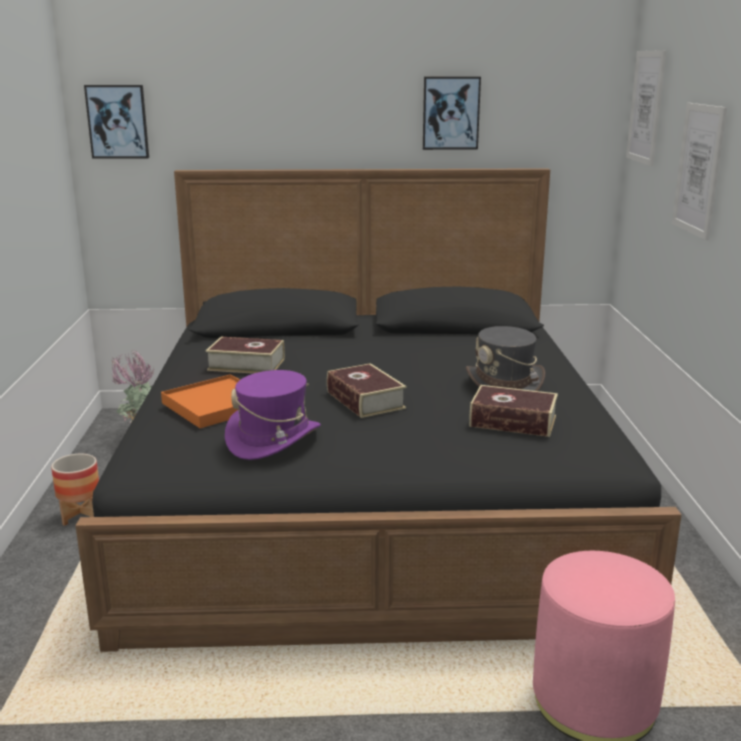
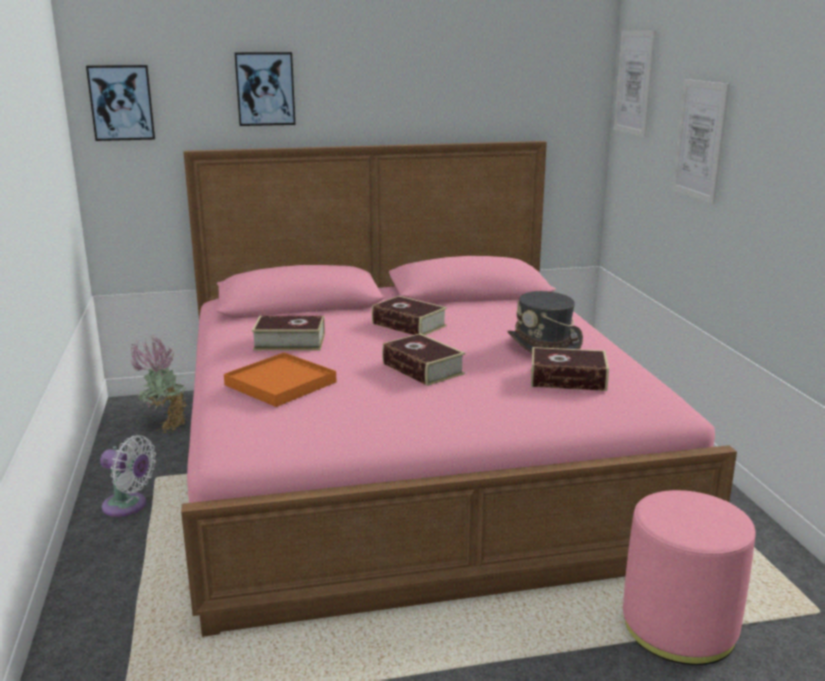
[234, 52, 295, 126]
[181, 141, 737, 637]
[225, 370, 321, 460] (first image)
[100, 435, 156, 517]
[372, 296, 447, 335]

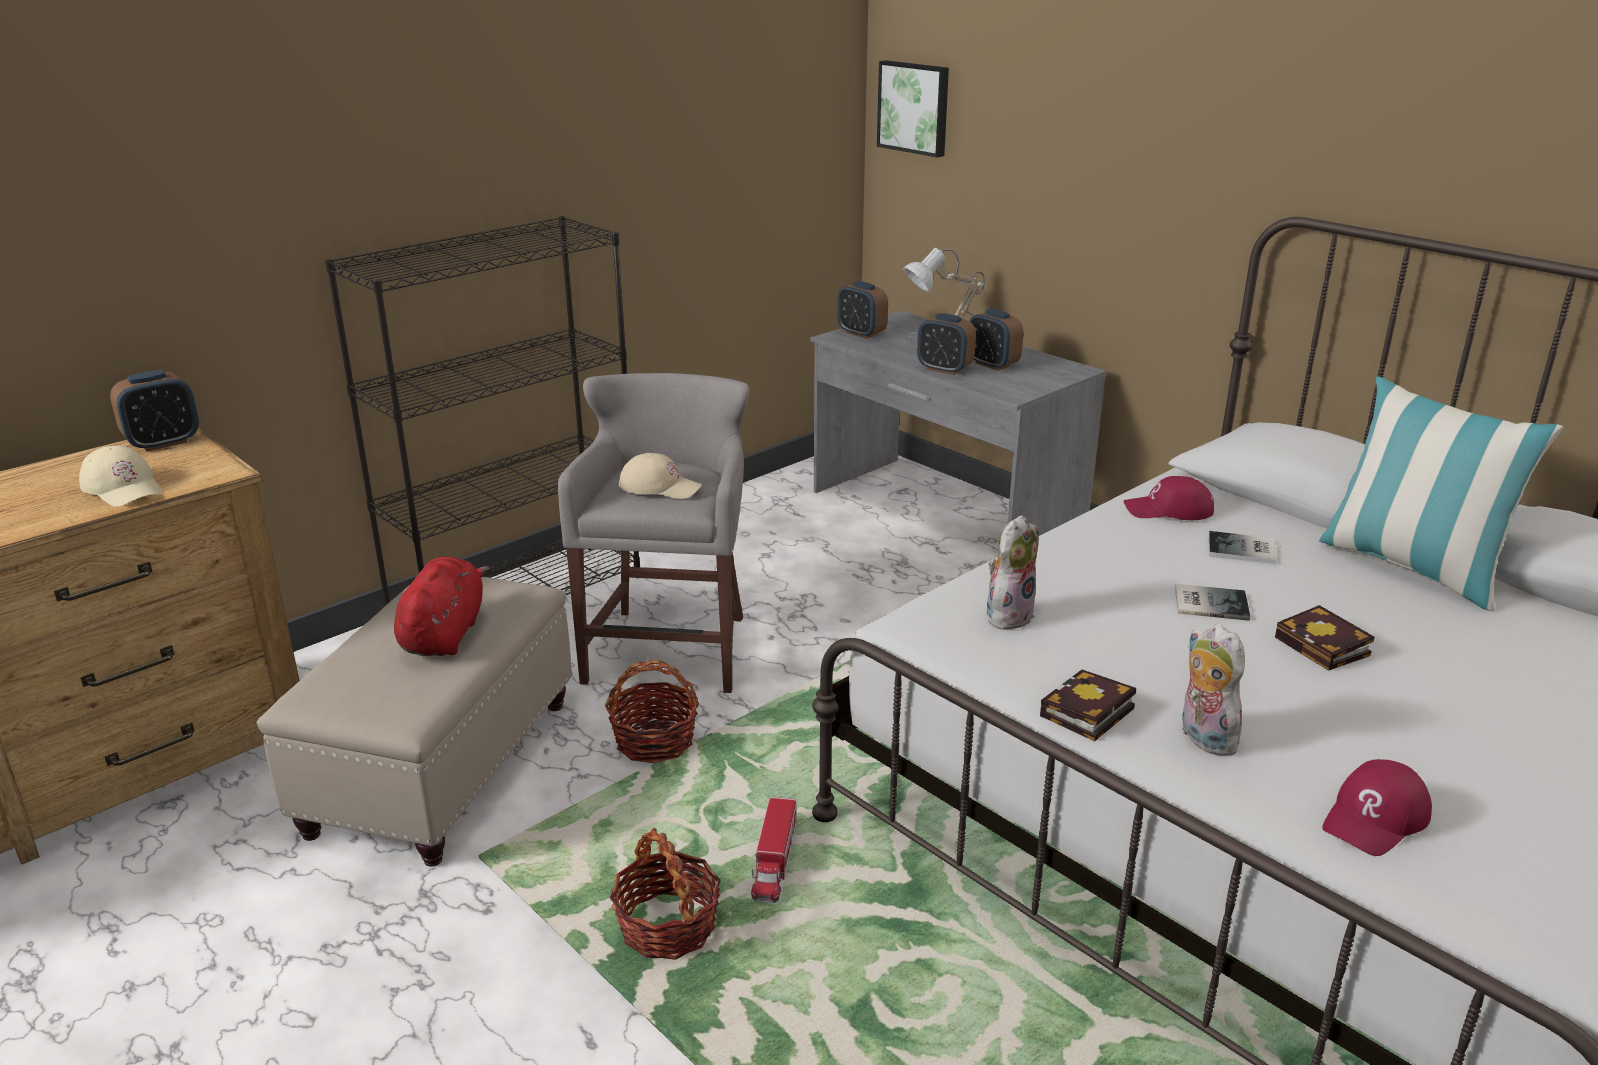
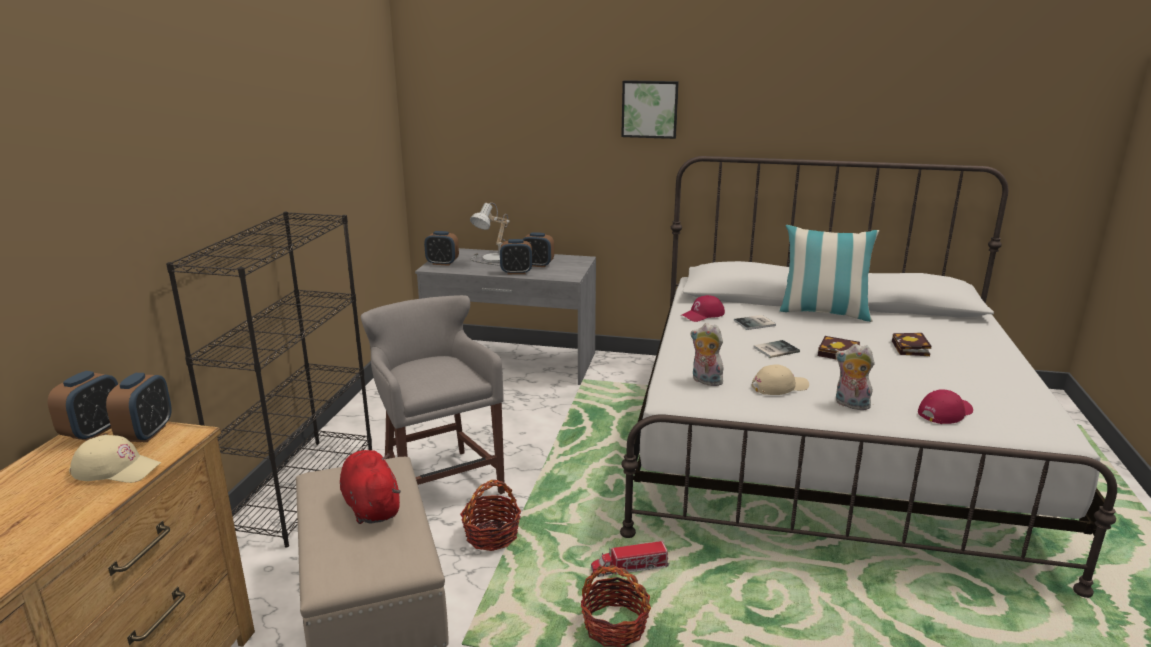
[621, 80, 679, 139]
[751, 364, 809, 395]
[691, 323, 725, 386]
[892, 333, 931, 356]
[918, 389, 973, 424]
[591, 541, 669, 577]
[106, 373, 172, 442]

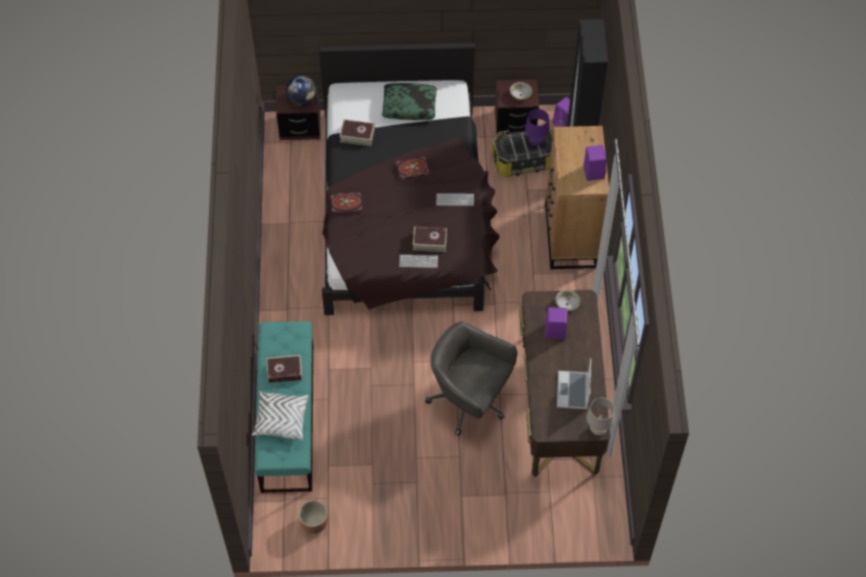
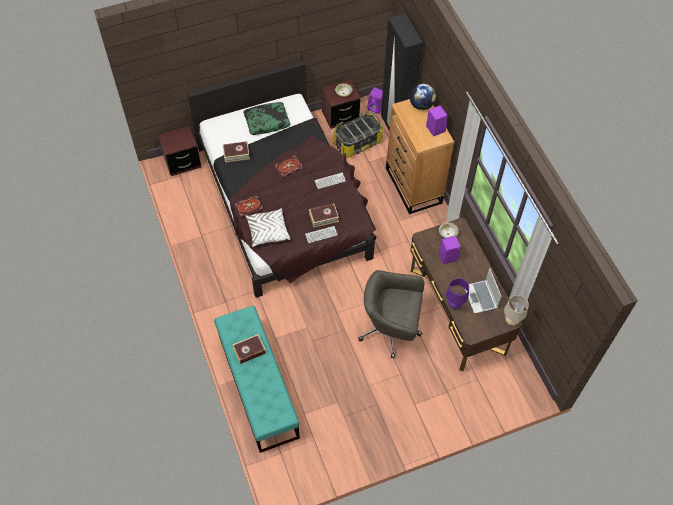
[410, 84, 436, 110]
[446, 278, 469, 309]
[245, 208, 291, 247]
[298, 500, 328, 534] (first image)

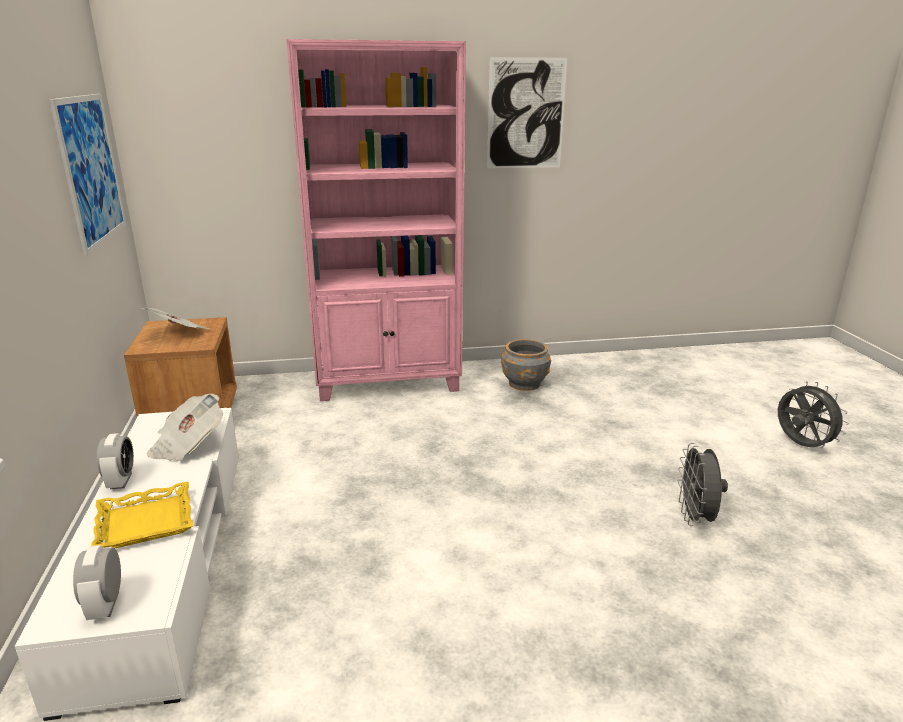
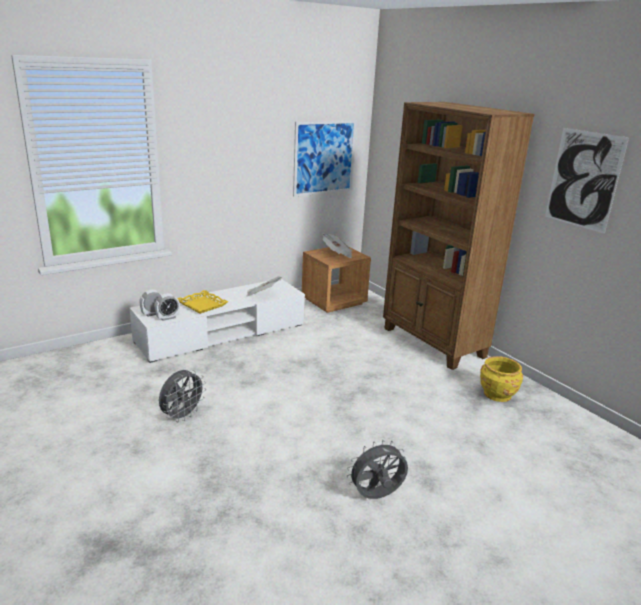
[383, 102, 535, 370]
[480, 356, 523, 402]
[159, 370, 206, 422]
[155, 293, 180, 321]

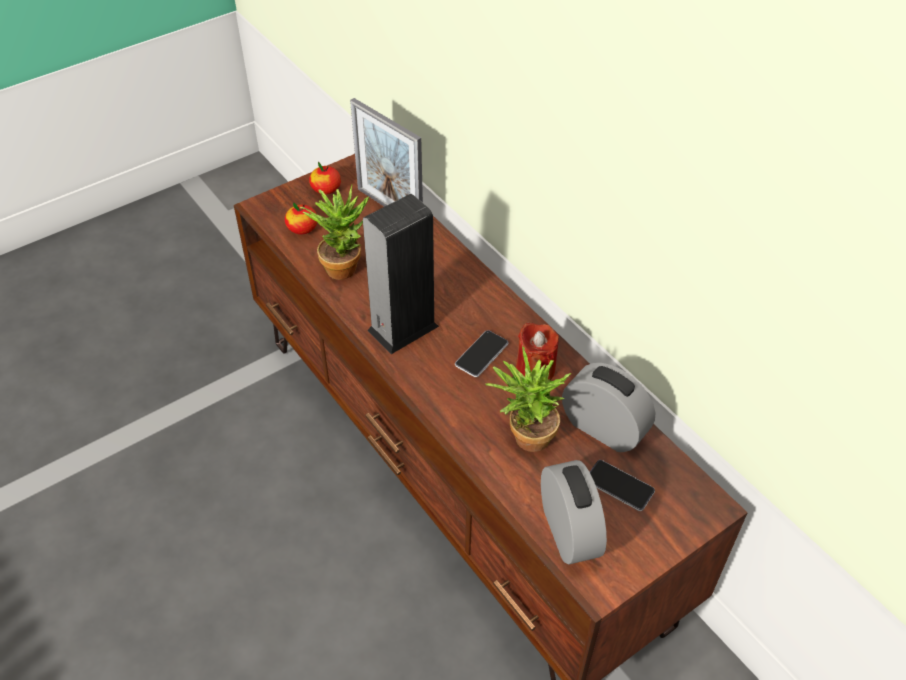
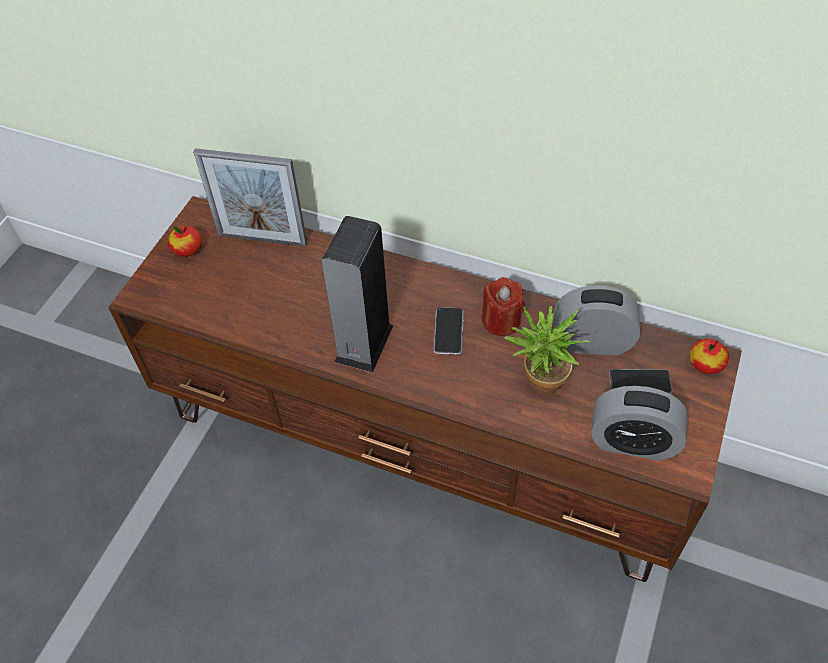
[300, 185, 369, 280] (first image)
[689, 339, 729, 374]
[591, 386, 688, 461]

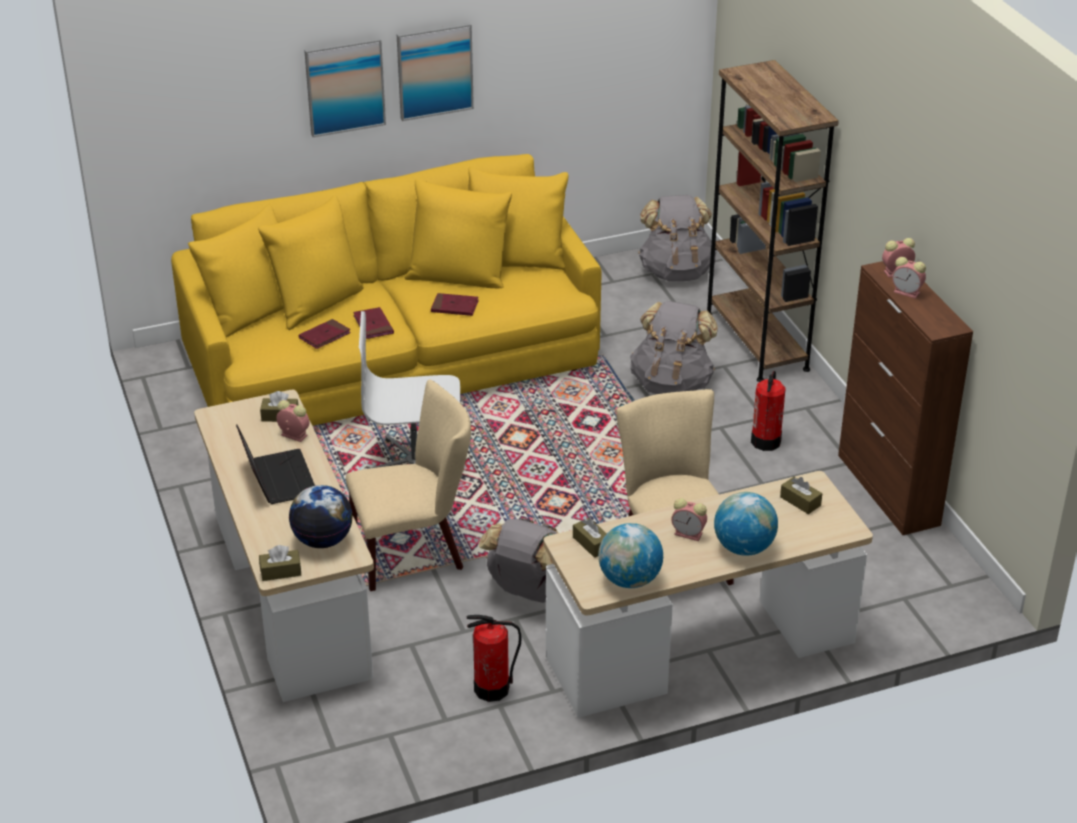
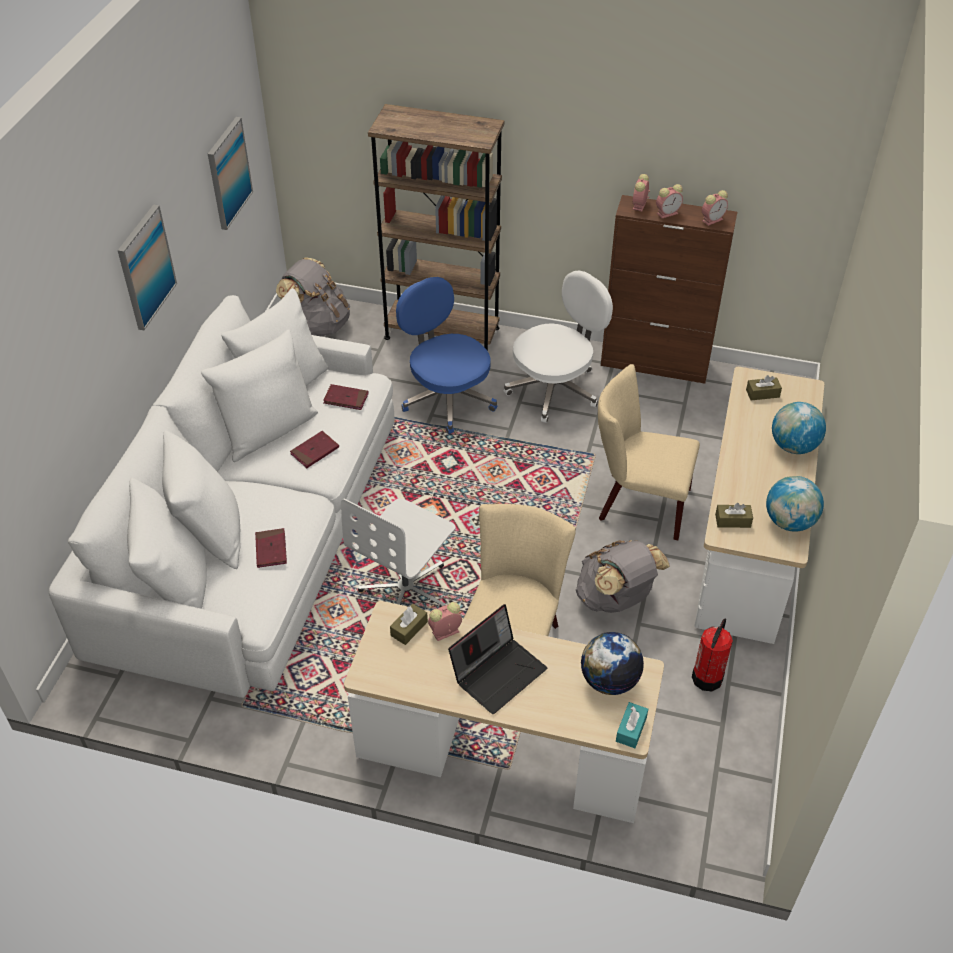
[208, 117, 253, 230]
[49, 288, 394, 698]
[396, 277, 498, 434]
[323, 384, 369, 410]
[504, 270, 613, 423]
[448, 604, 547, 714]
[702, 190, 728, 226]
[616, 702, 648, 748]

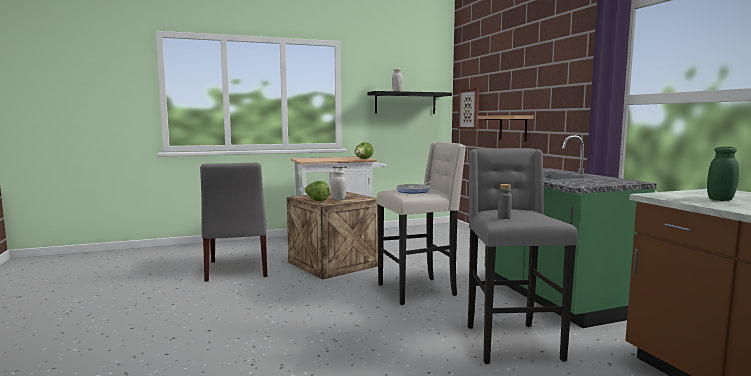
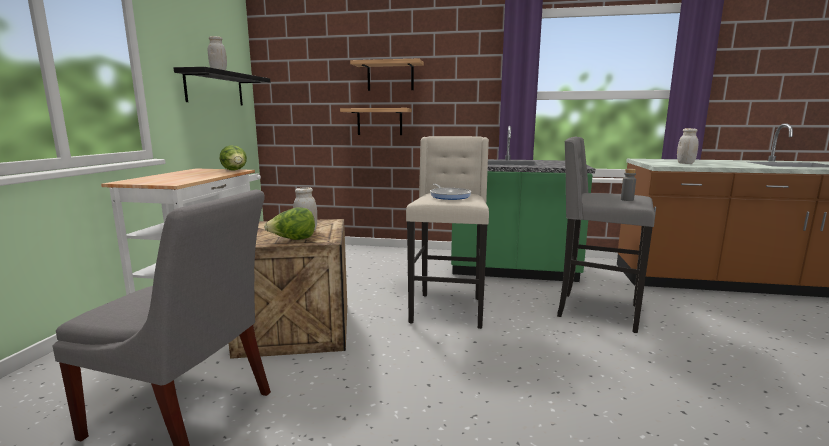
[458, 88, 479, 130] (first image)
[677, 128, 699, 164]
[350, 58, 424, 91]

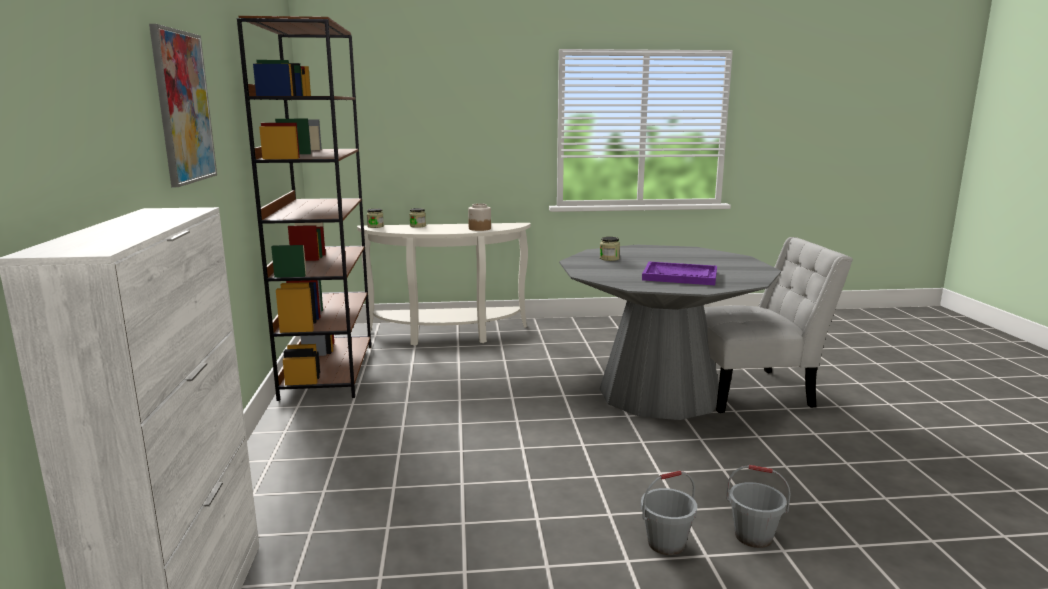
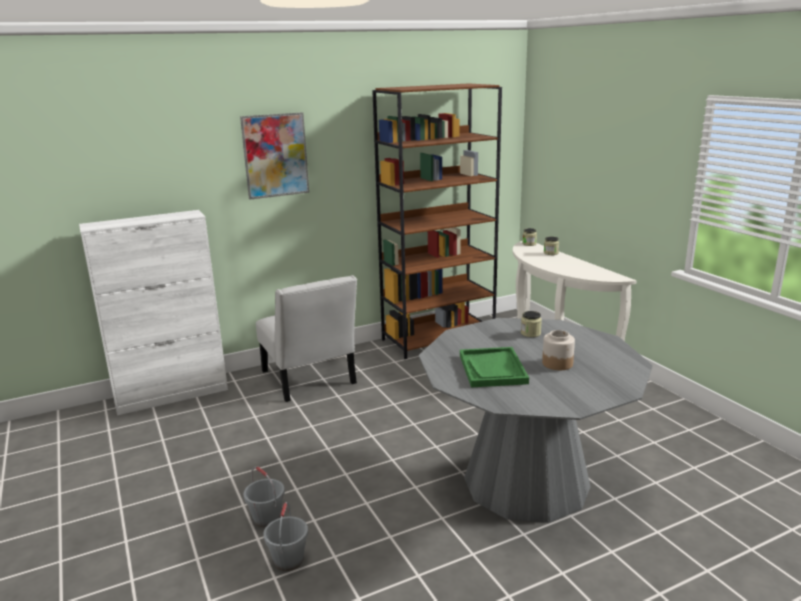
[542, 330, 575, 370]
[256, 275, 357, 402]
[460, 347, 529, 387]

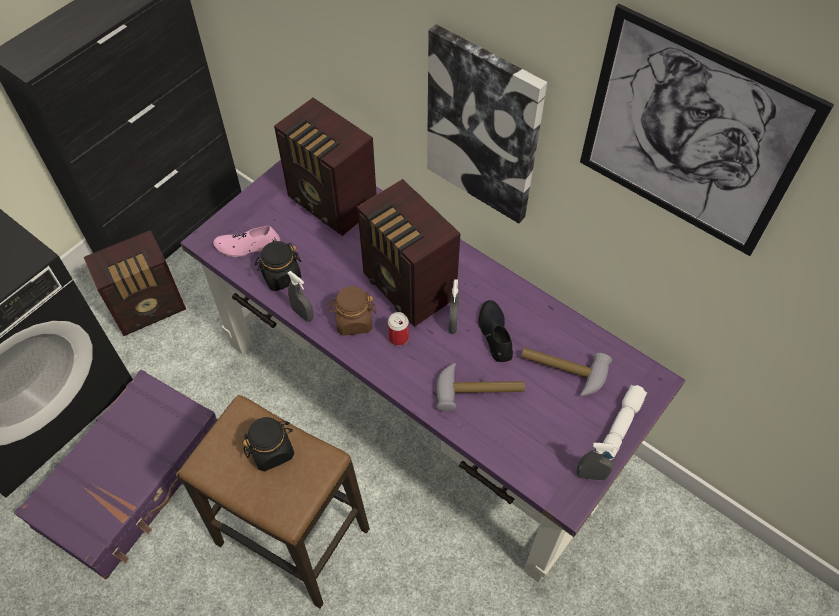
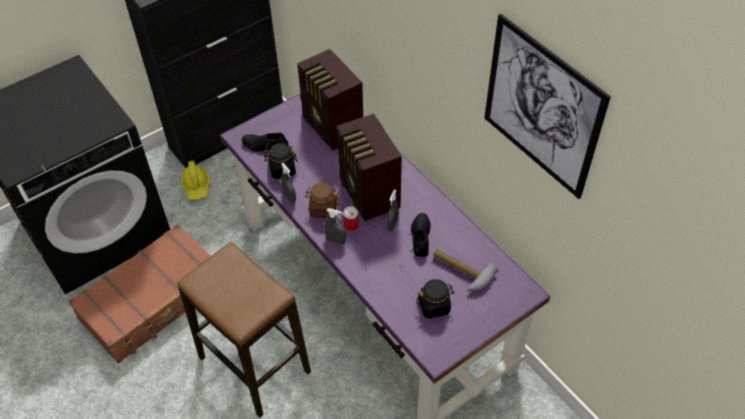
[427, 24, 547, 223] (first image)
[242, 133, 289, 151]
[181, 160, 210, 200]
[436, 363, 525, 411] (first image)
[68, 224, 211, 363]
[603, 385, 647, 460] (first image)
[417, 279, 455, 319]
[324, 208, 346, 245]

